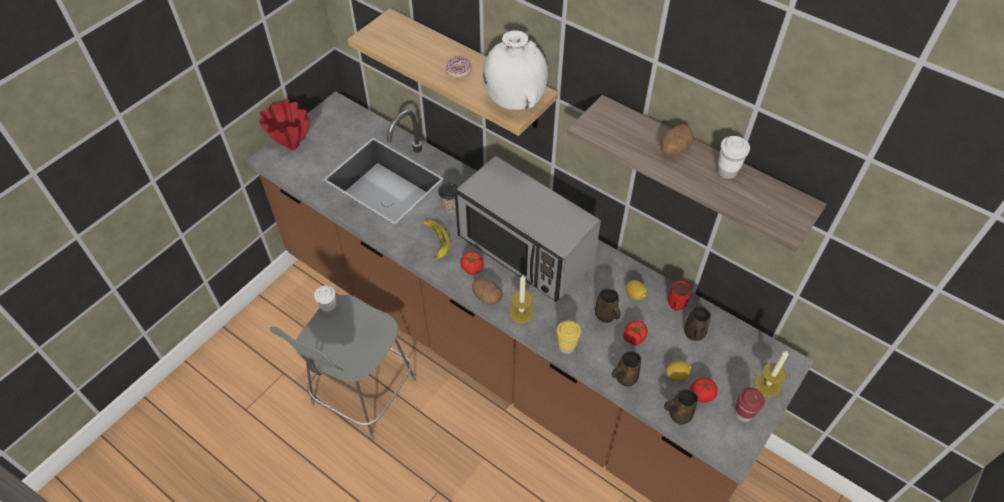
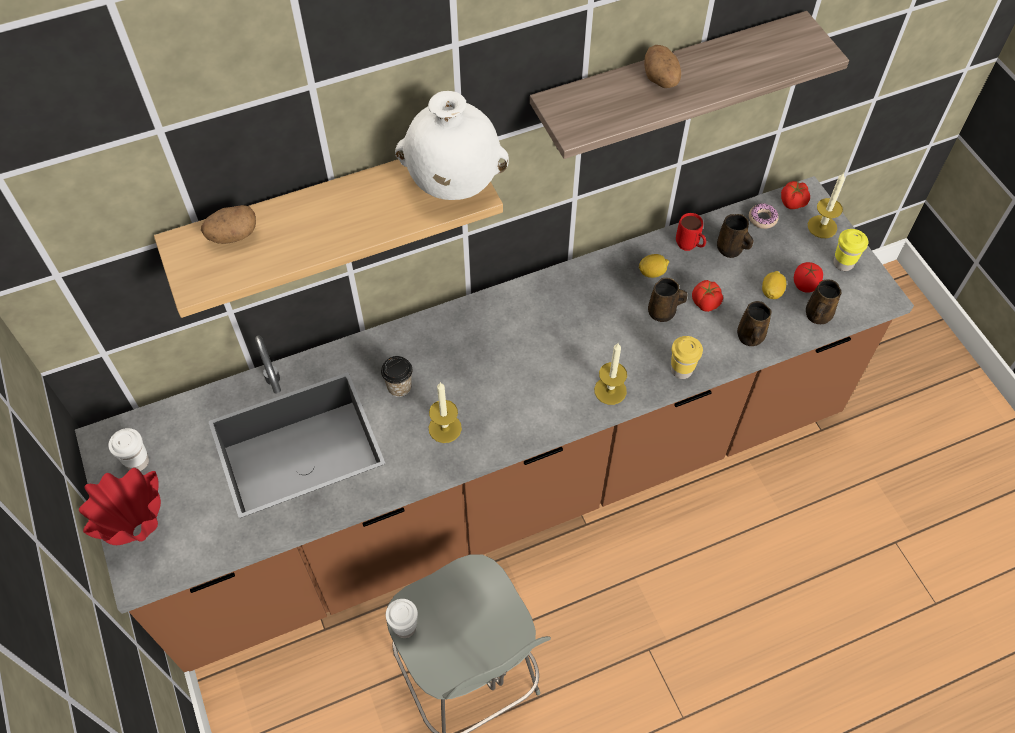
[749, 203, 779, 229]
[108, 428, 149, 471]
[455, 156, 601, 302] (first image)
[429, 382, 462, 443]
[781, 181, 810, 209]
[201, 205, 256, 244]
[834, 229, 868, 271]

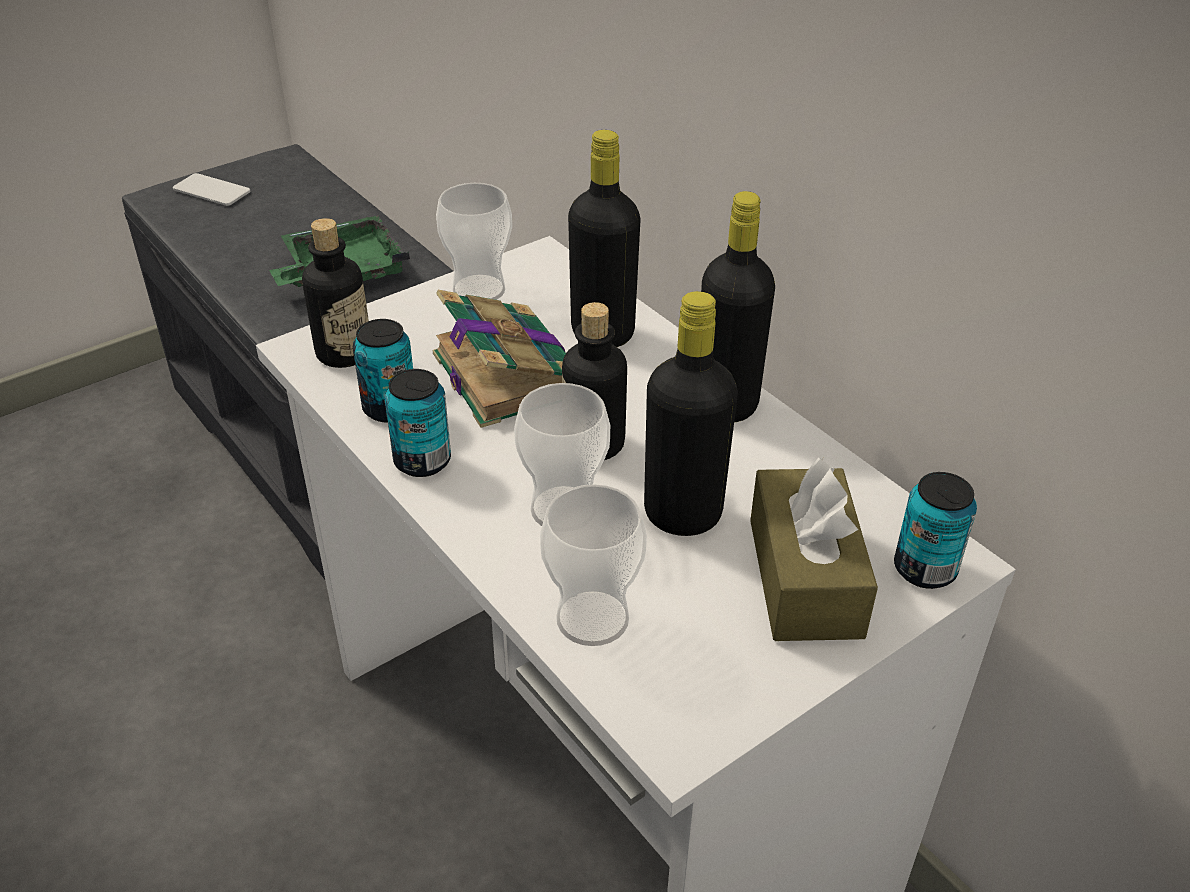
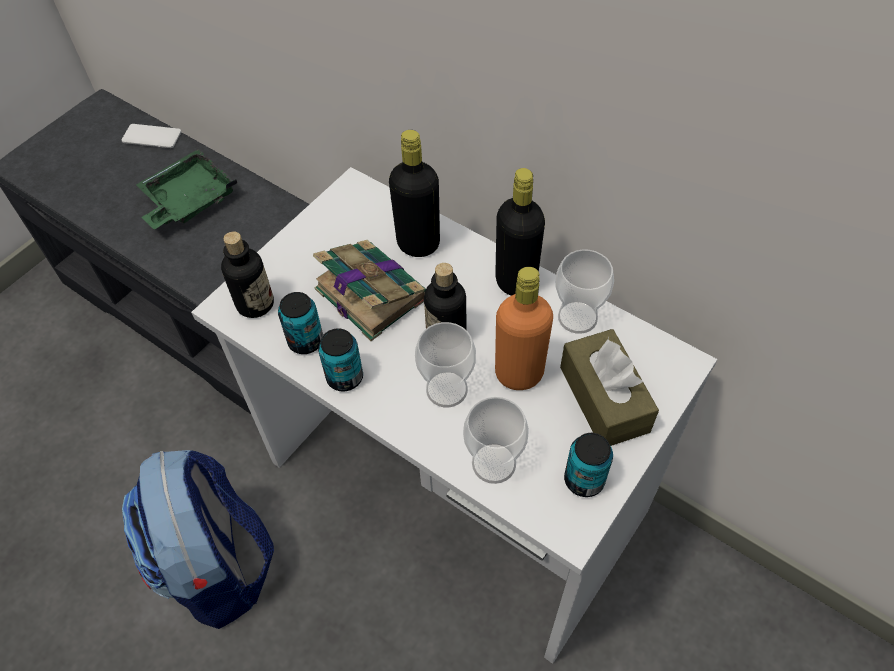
[121, 124, 181, 148]
[555, 249, 614, 334]
[495, 267, 553, 390]
[564, 433, 613, 497]
[122, 450, 274, 629]

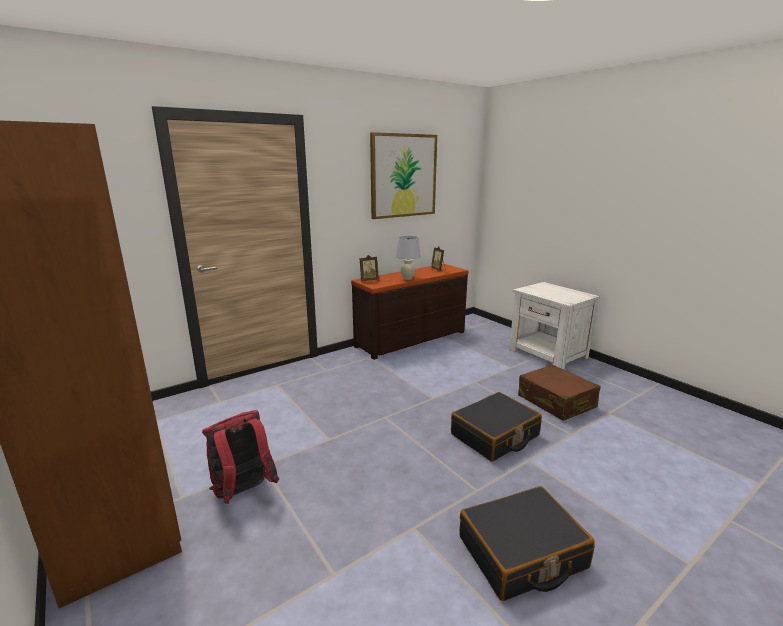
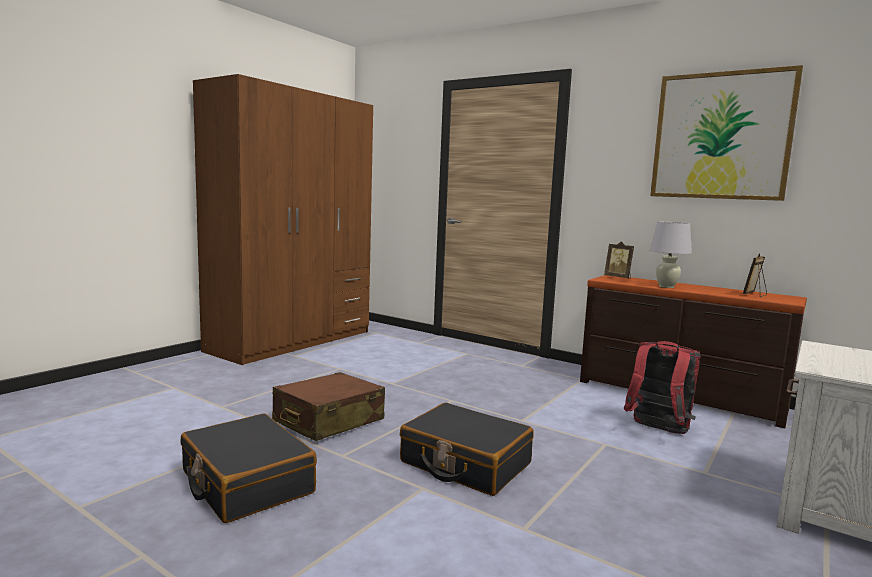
[272, 372, 385, 441]
[624, 341, 701, 434]

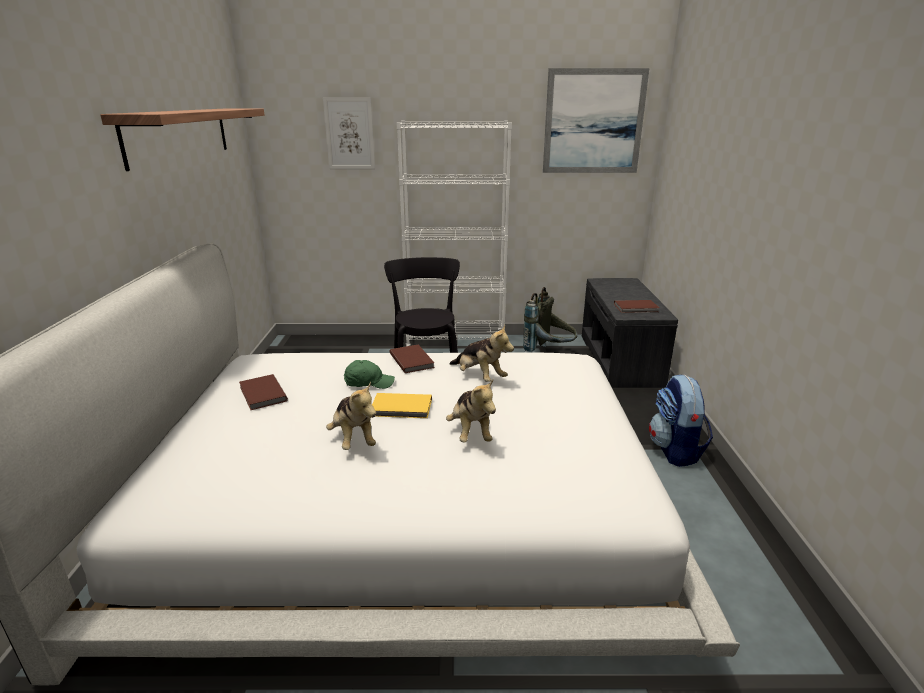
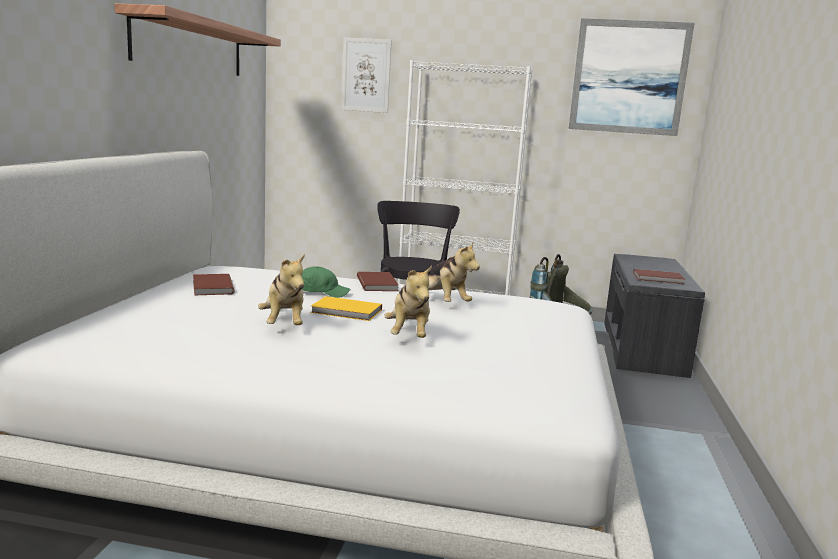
[649, 374, 713, 467] (first image)

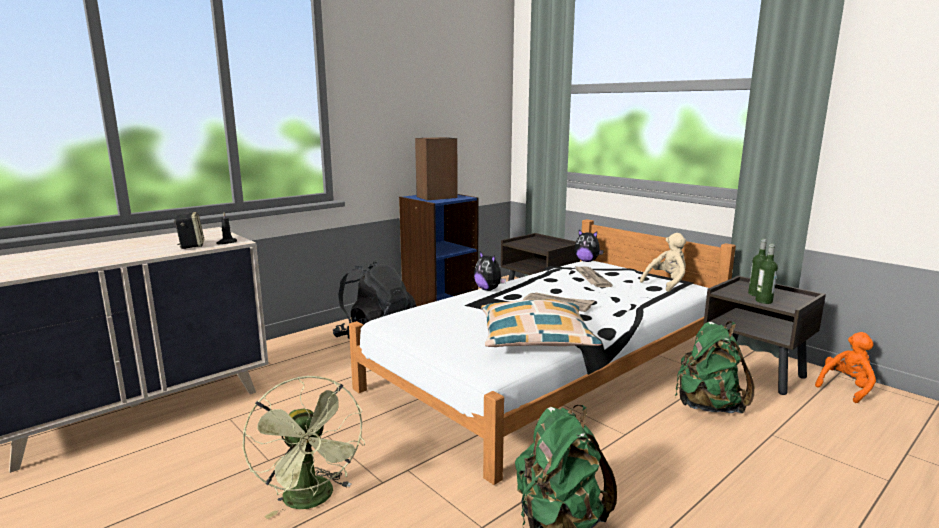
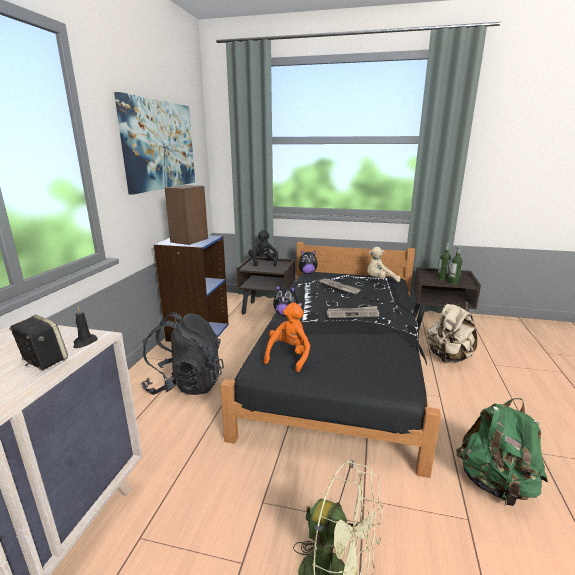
[220, 242, 441, 478]
[367, 247, 400, 282]
[481, 299, 602, 347] (first image)
[427, 301, 477, 362]
[264, 302, 310, 372]
[114, 92, 195, 195]
[248, 230, 278, 266]

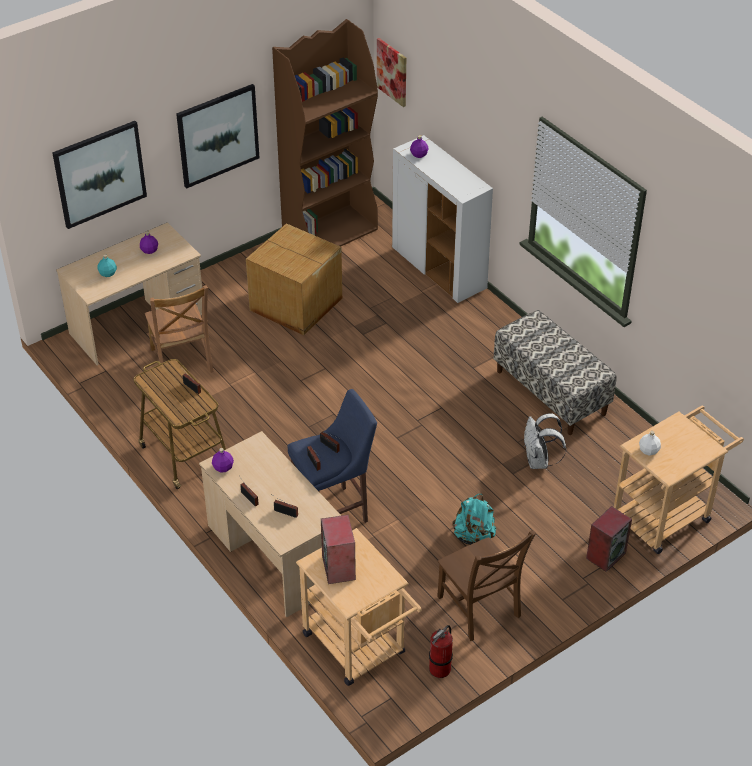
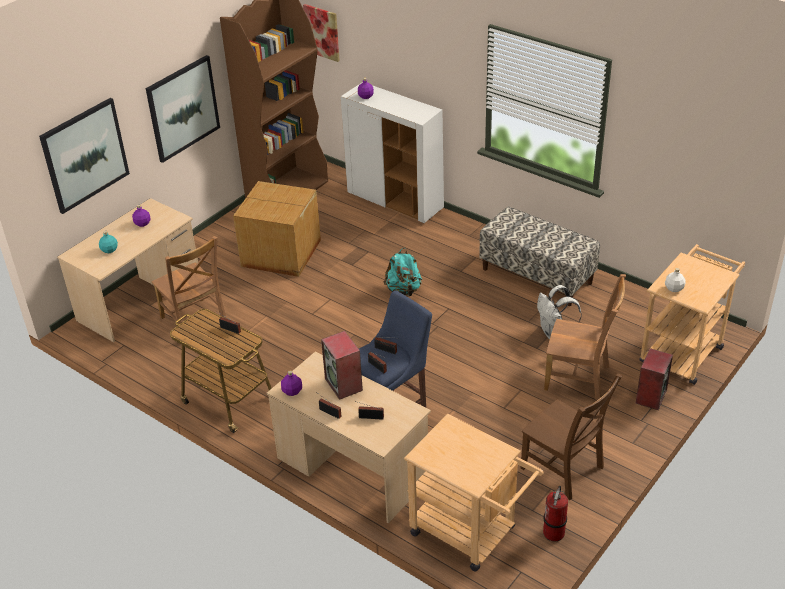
[383, 248, 422, 296]
[321, 331, 363, 400]
[544, 274, 626, 400]

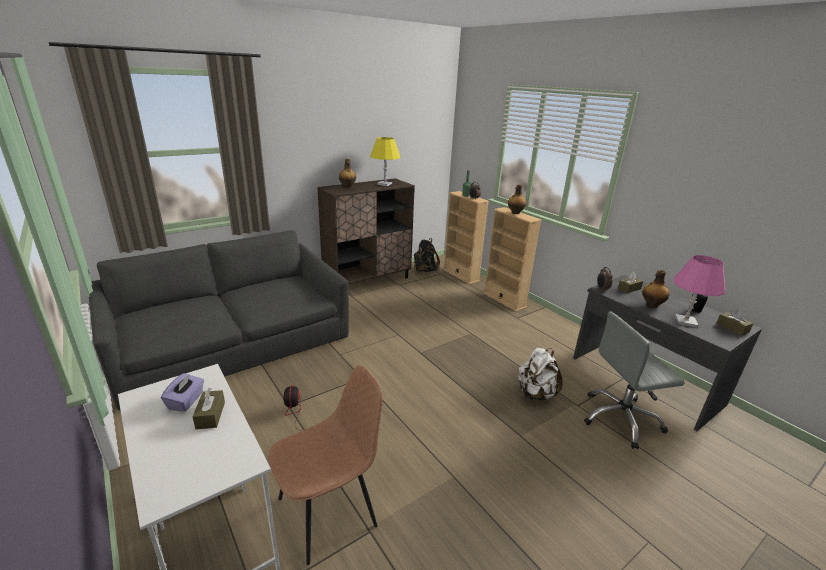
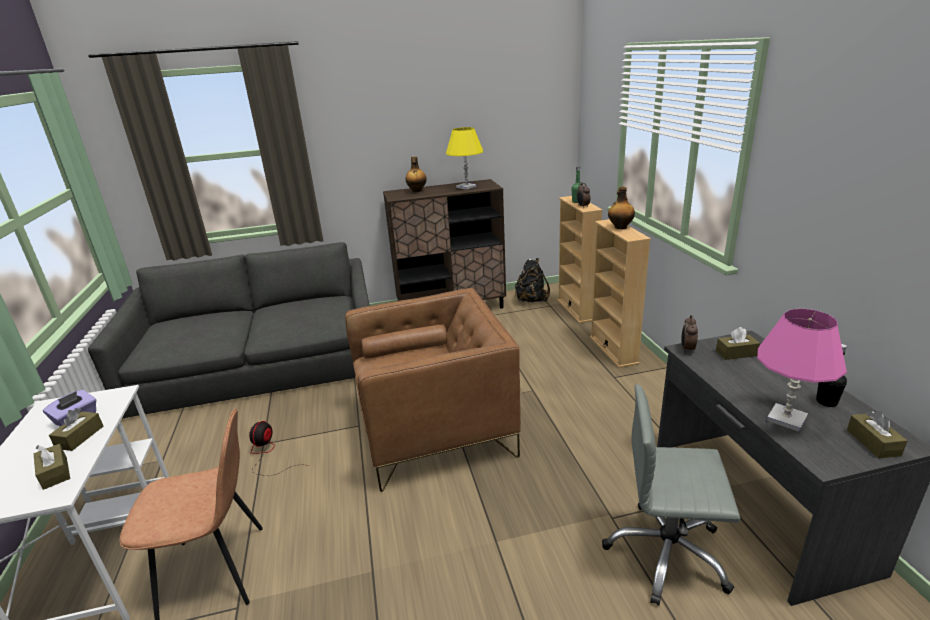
[642, 270, 669, 308] (first image)
[518, 347, 563, 401] (first image)
[345, 288, 521, 492]
[34, 444, 70, 490]

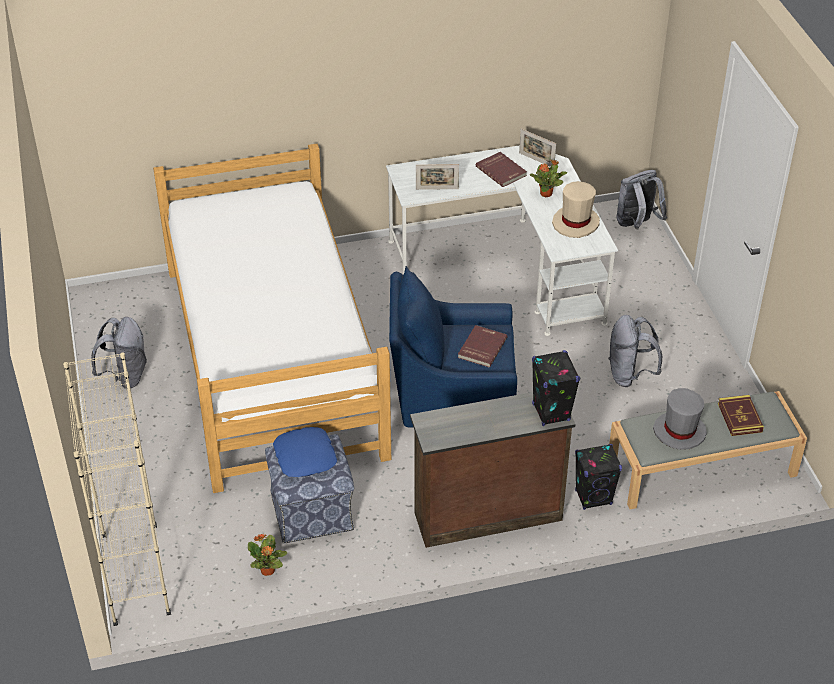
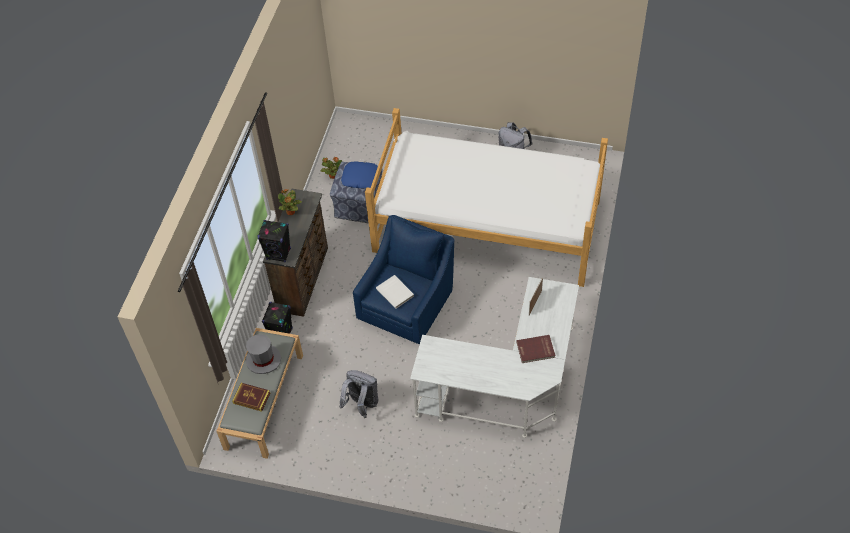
[519, 129, 556, 167] (first image)
[278, 189, 302, 215]
[617, 170, 667, 229] (first image)
[552, 181, 600, 238] (first image)
[376, 275, 414, 309]
[63, 352, 171, 626] (first image)

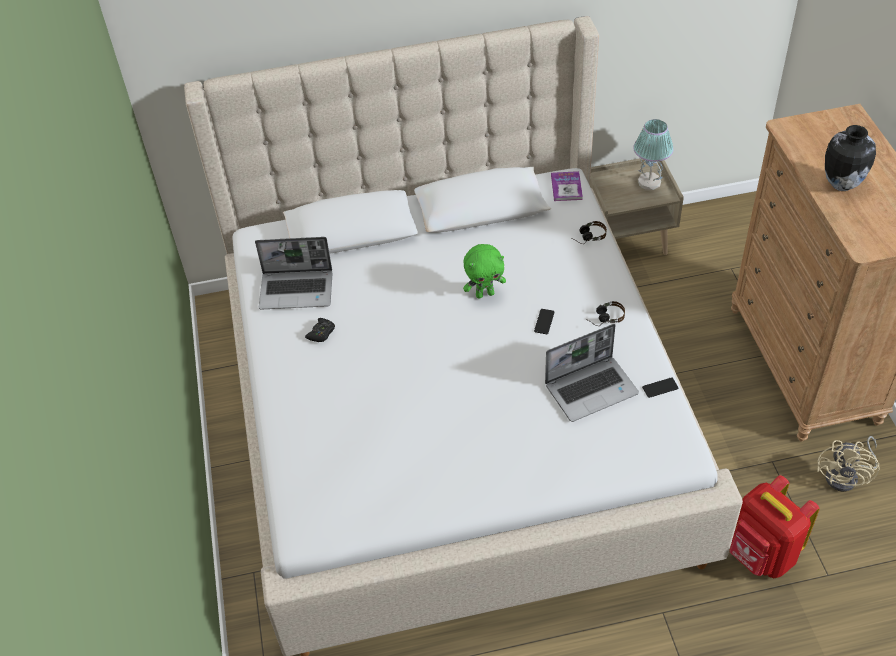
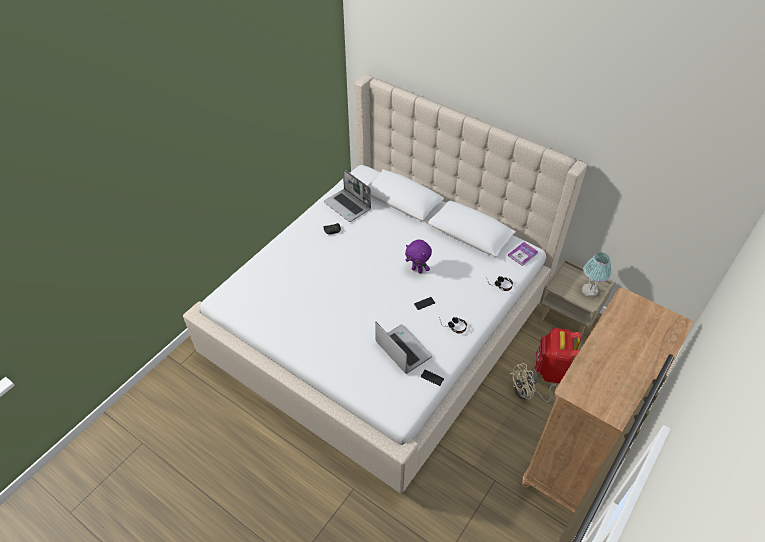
[825, 125, 876, 191] (first image)
[405, 240, 432, 274]
[375, 322, 432, 374]
[509, 363, 558, 402]
[535, 328, 582, 383]

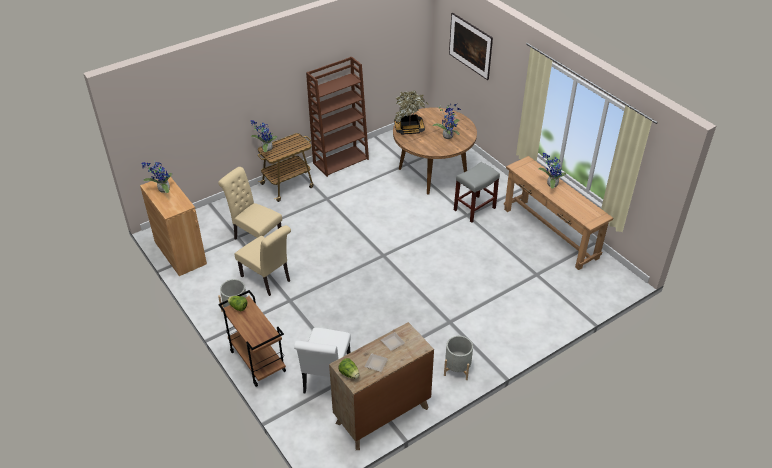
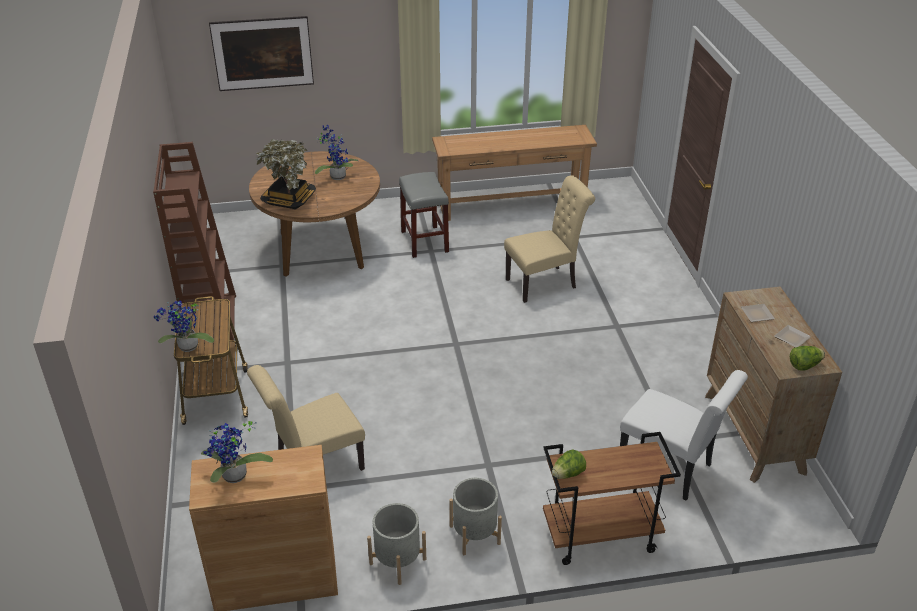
[538, 153, 566, 189] (first image)
[504, 175, 595, 303]
[367, 503, 426, 585]

